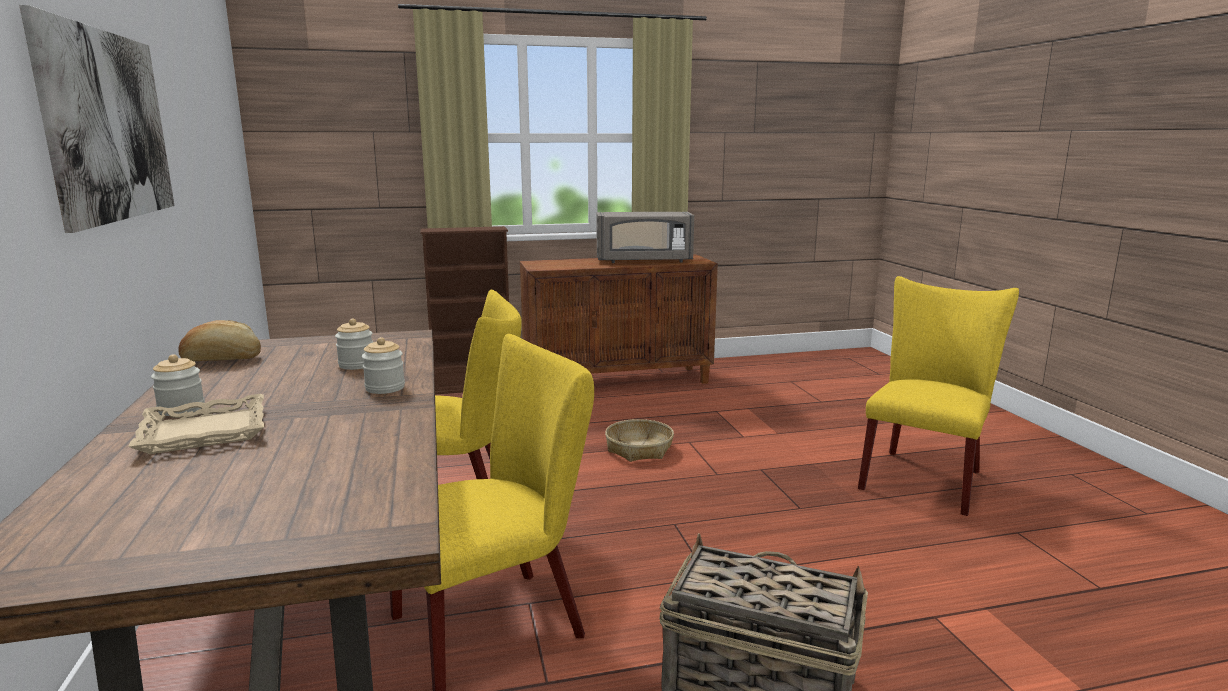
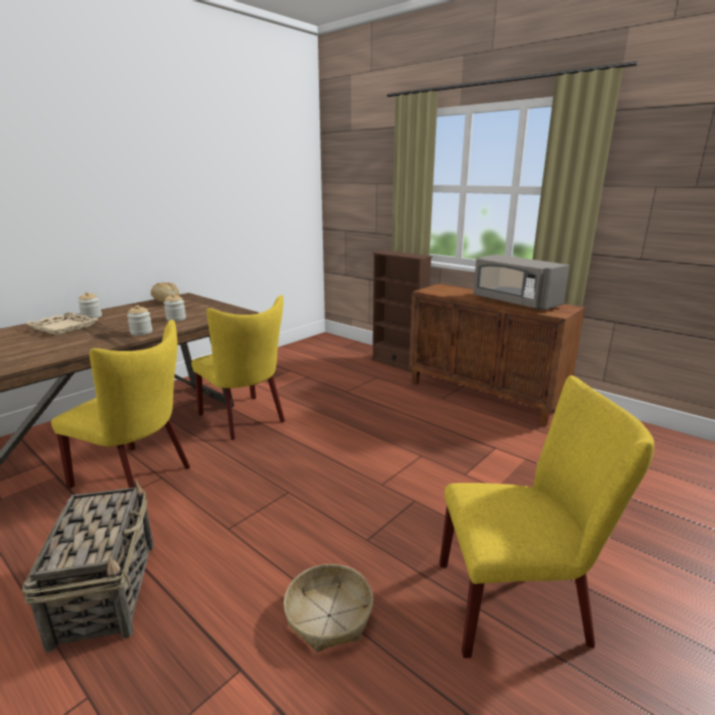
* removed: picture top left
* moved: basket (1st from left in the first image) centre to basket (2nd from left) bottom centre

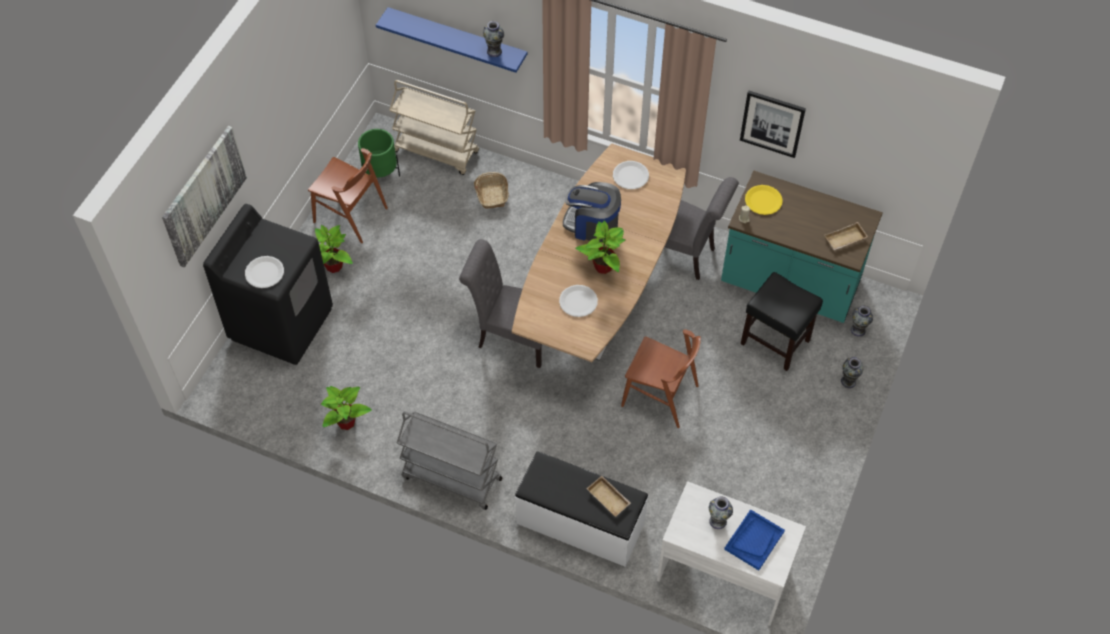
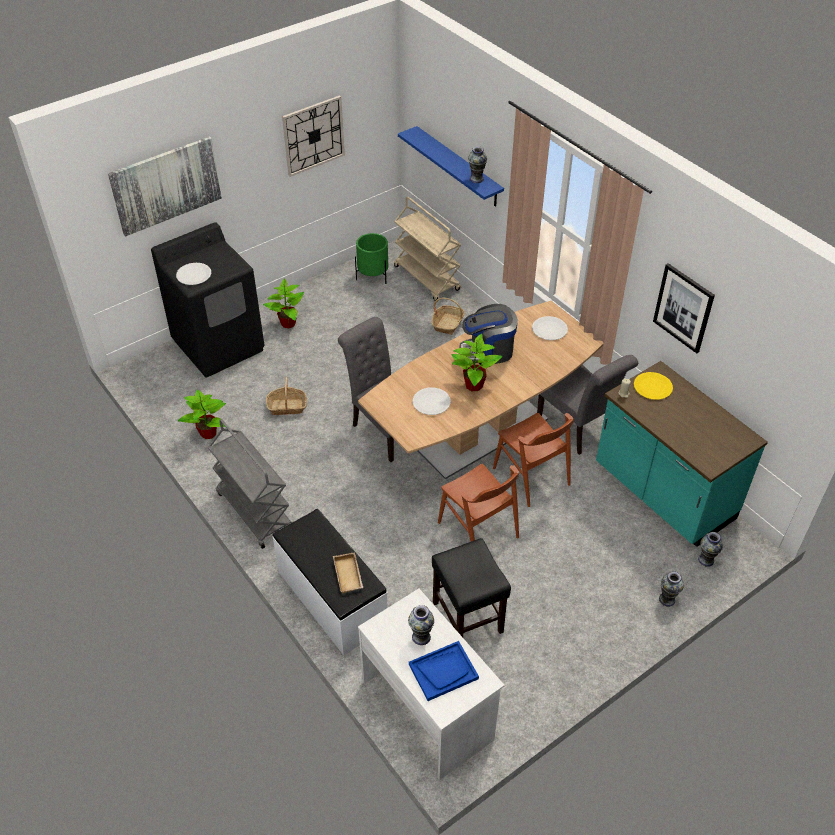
* removed: tray (beige) (2nd from left) middle right
* added: basket (1st from left) centre
* added: wall clock top centre
* moved: chair (brown) (1st from left in the first image) top left to chair (brown) (2nd from left) centre
* moved: stool (black) middle right to bottom centre
* turned: coffee machine centre = centre 60 degrees counterclockwise

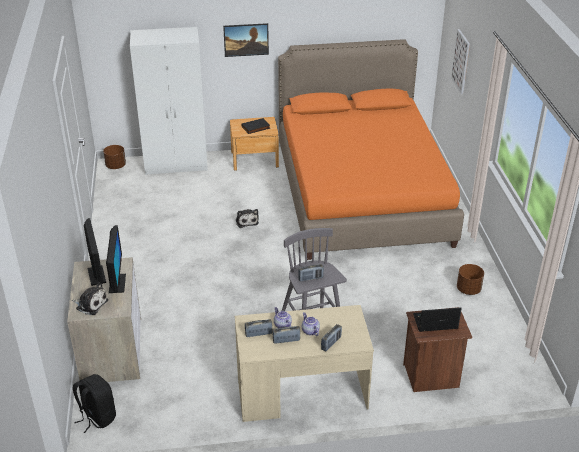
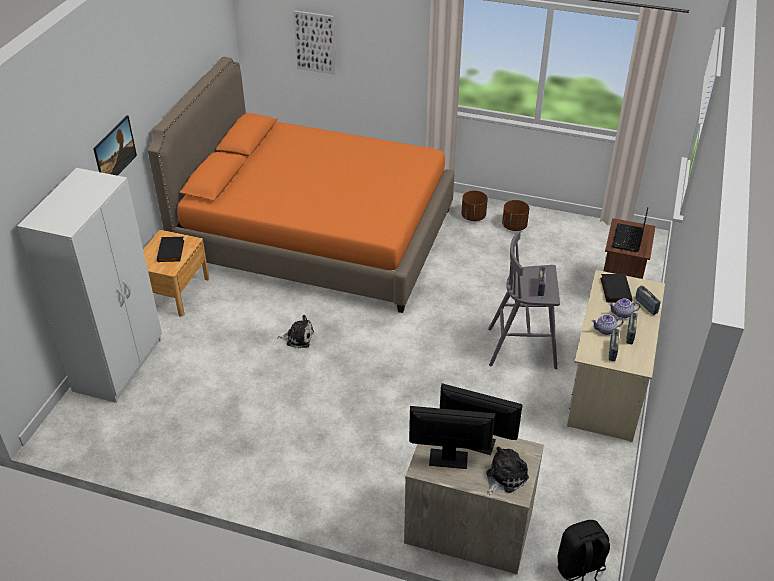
* added: book (black) (2nd from left) middle right
* moved: planter (brown) (1st from left) middle left to centre

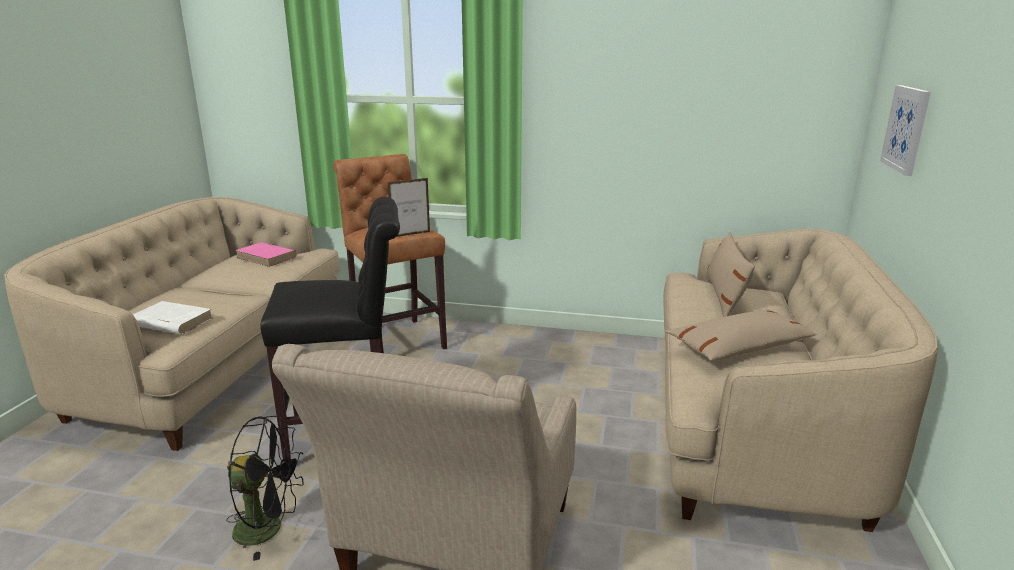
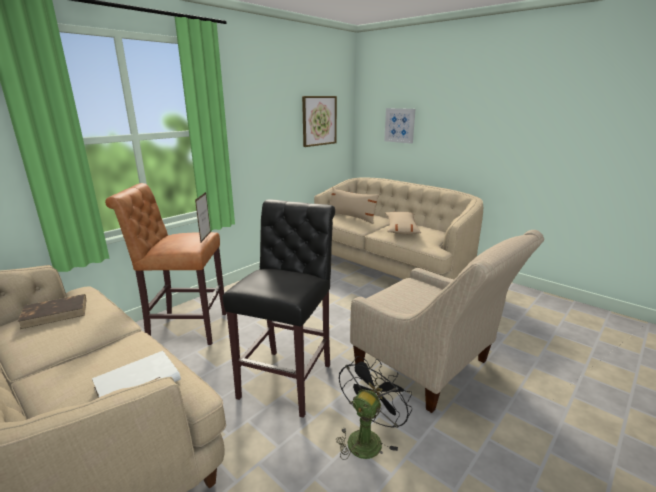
* added: picture (1st from left) top centre
* recoloured: book (pink) middle left to book (brown) middle left

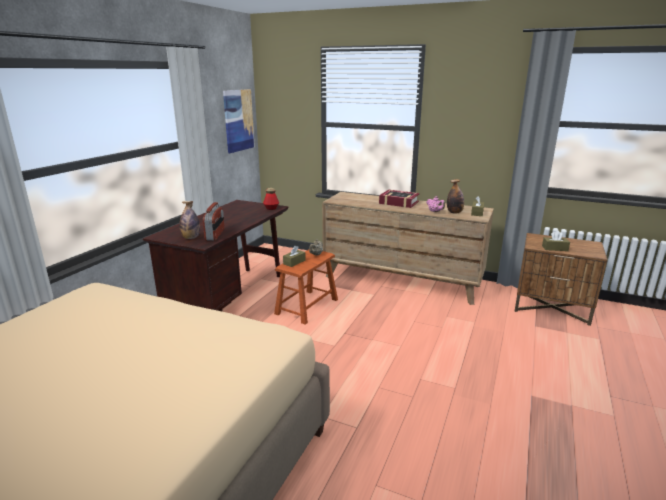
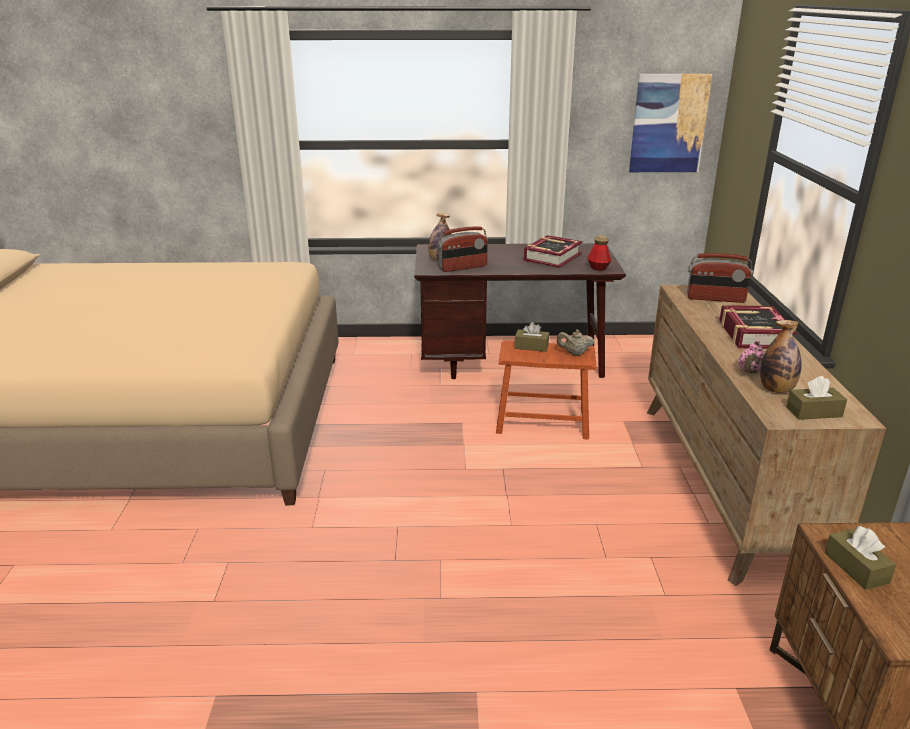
* added: book (1st from left) centre
* added: radio (2nd from left) middle right

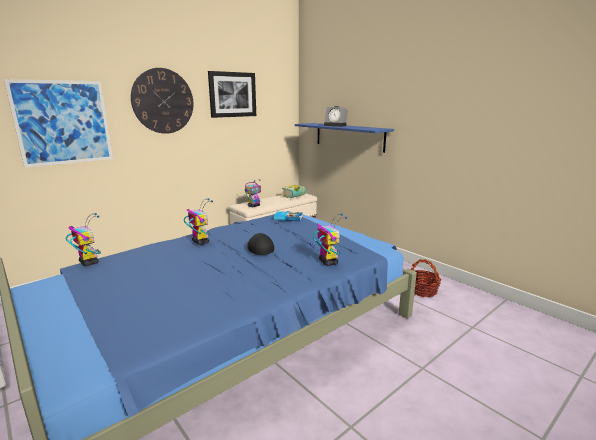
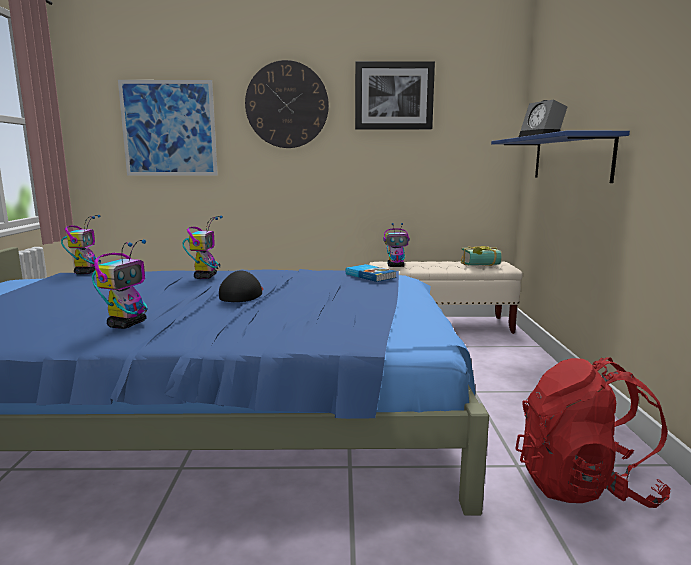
* moved: toy robot (4th from left in the first image) centre to toy robot (2nd from left) middle left
* replaced: basket middle right to backpack (red) bottom right

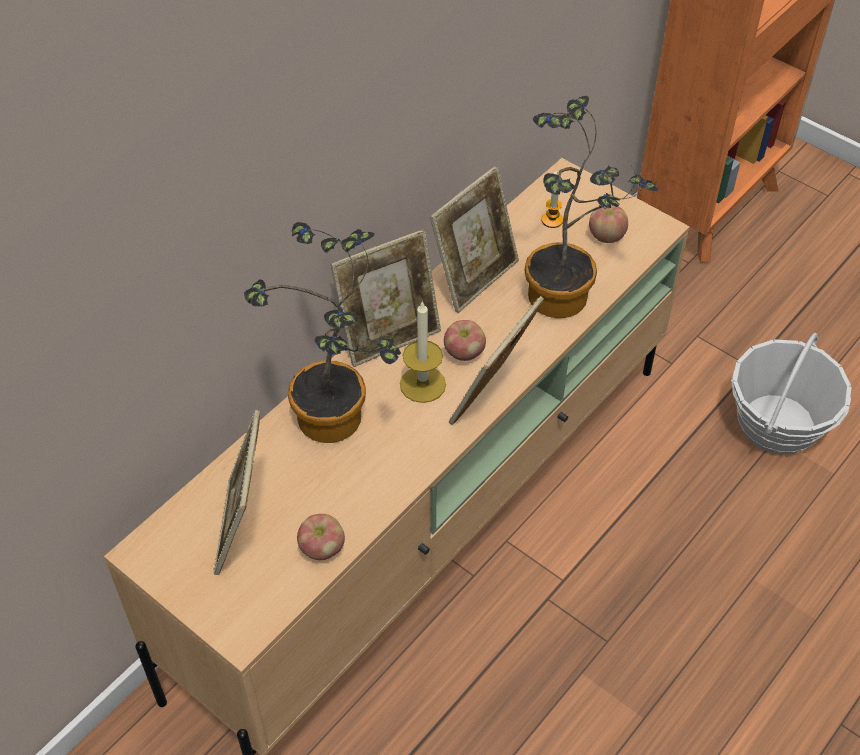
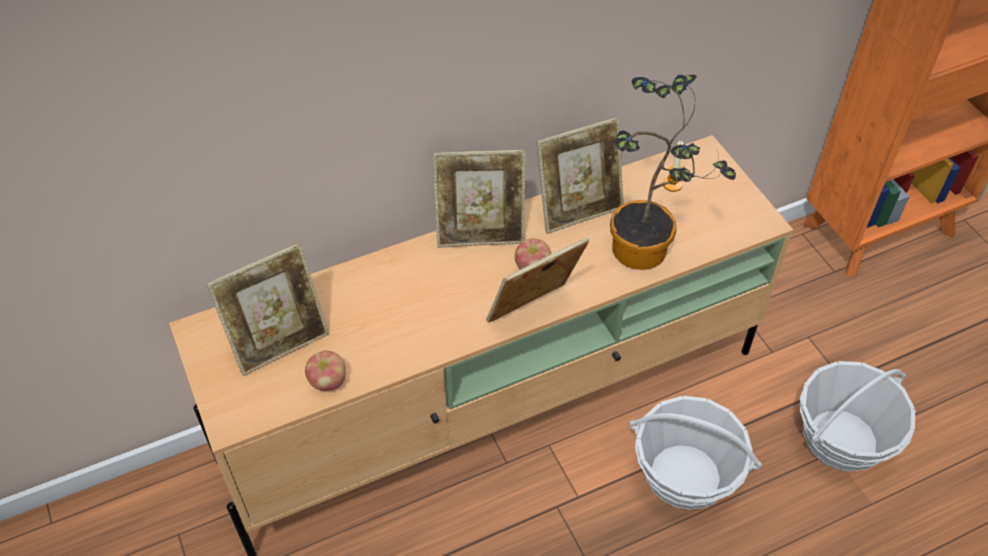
* removed: potted plant (1st from left) centre
* removed: candle (1st from left) centre
* removed: apple (3rd from left) top right
* added: basket (1st from left) bottom right
* turned: picture frame (1st from left) middle left = middle left 150 degrees counterclockwise

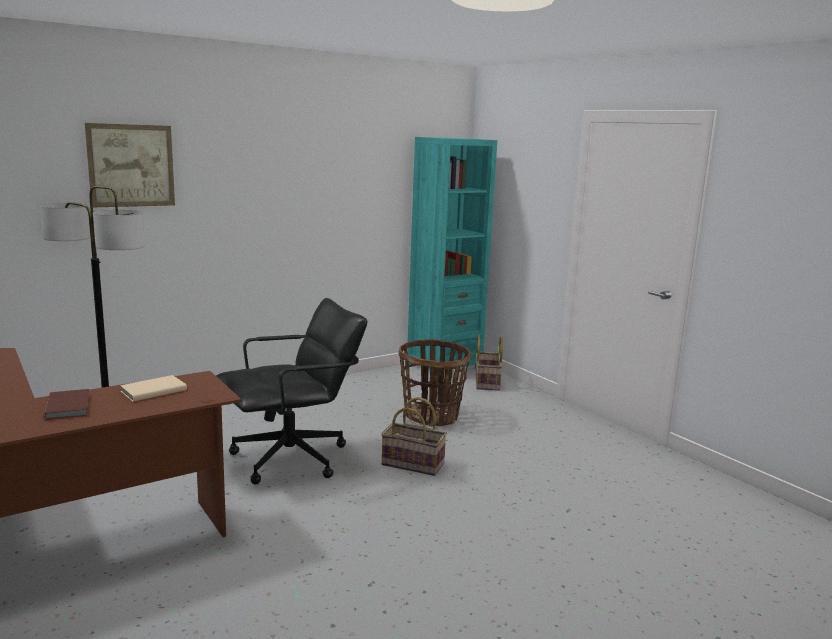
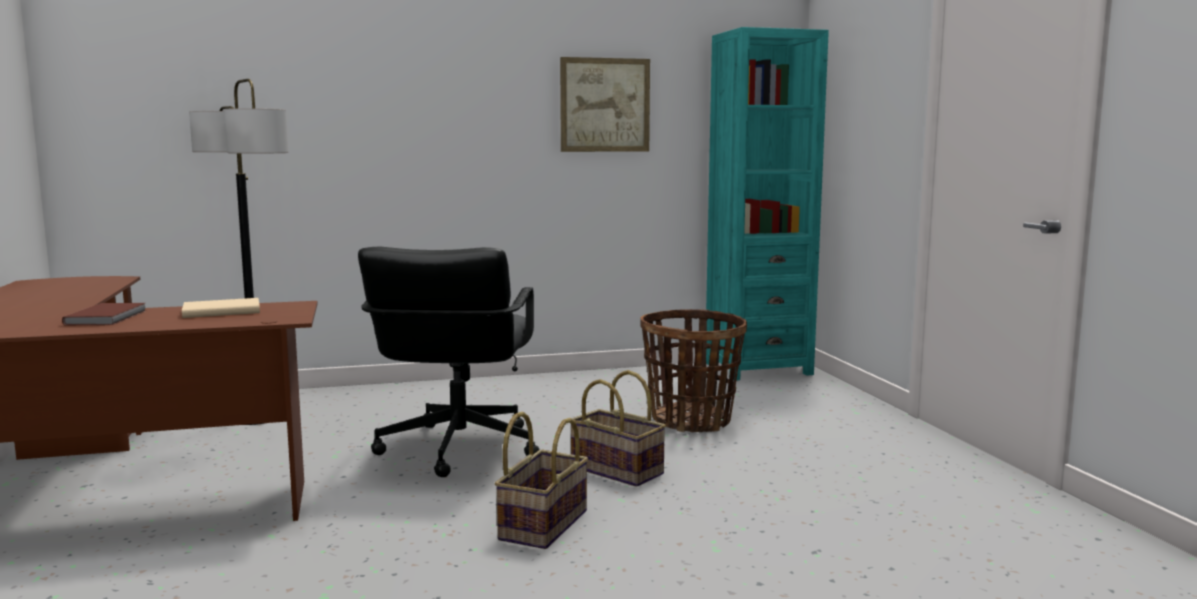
* moved: picture top left to top centre
* moved: basket (3rd from left in the first image) centre to basket (1st from left) bottom centre
* turned: office chair (black) centre = centre 105 degrees clockwise

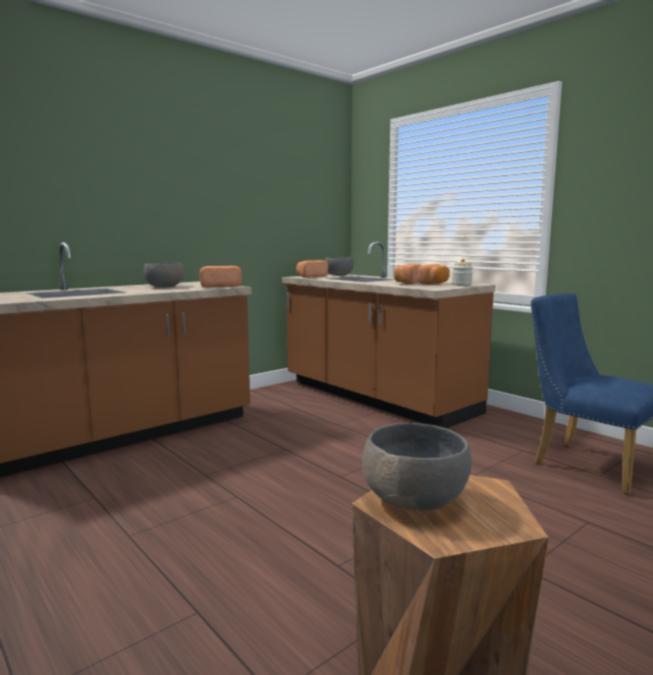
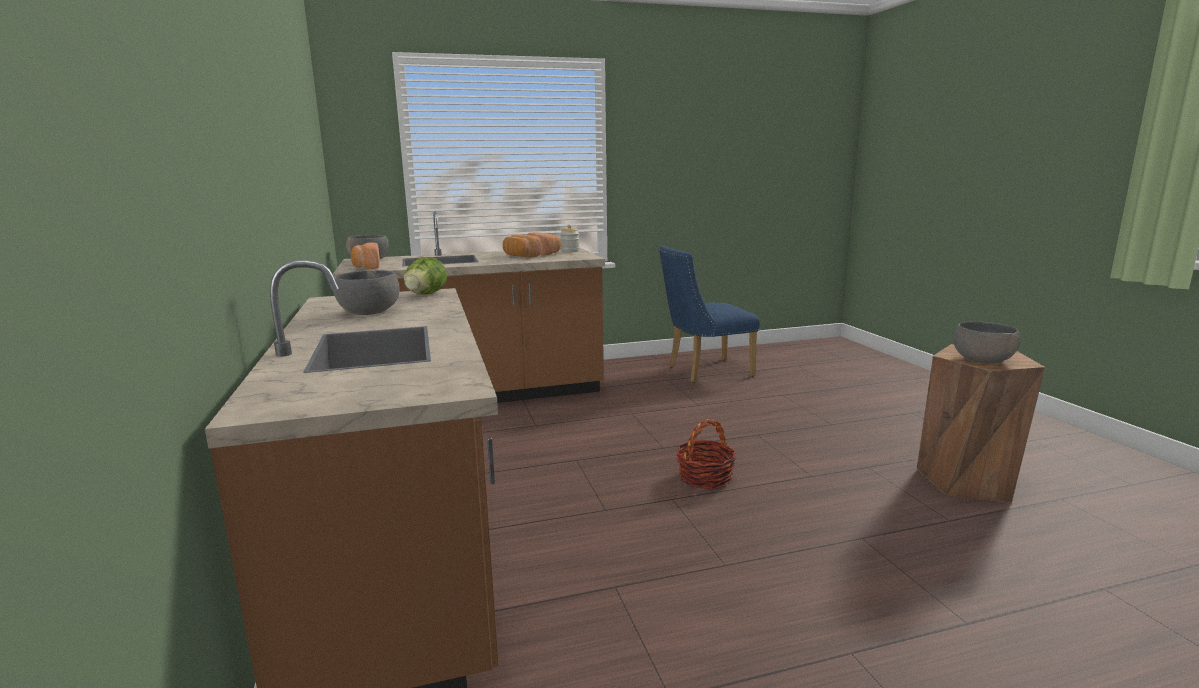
* added: basket centre
* replaced: bread (1st from left) centre to lettuce centre

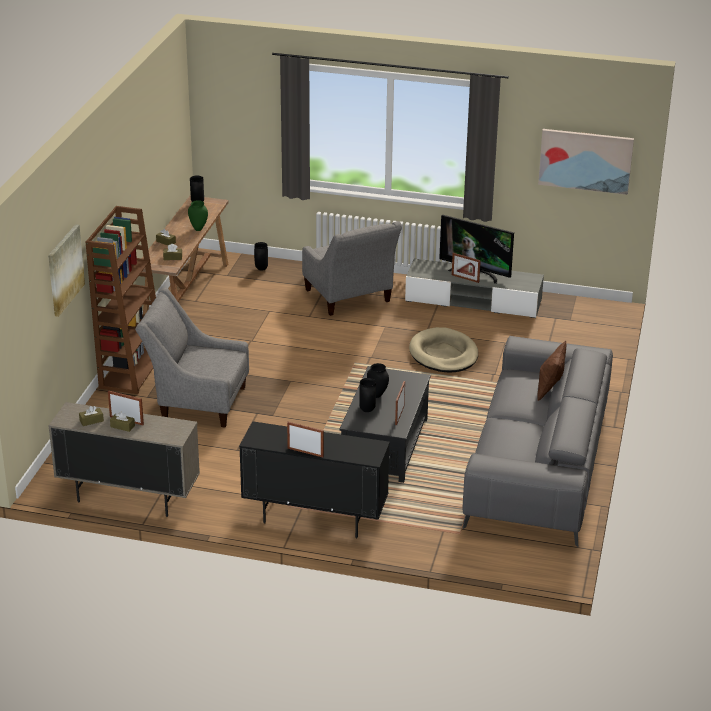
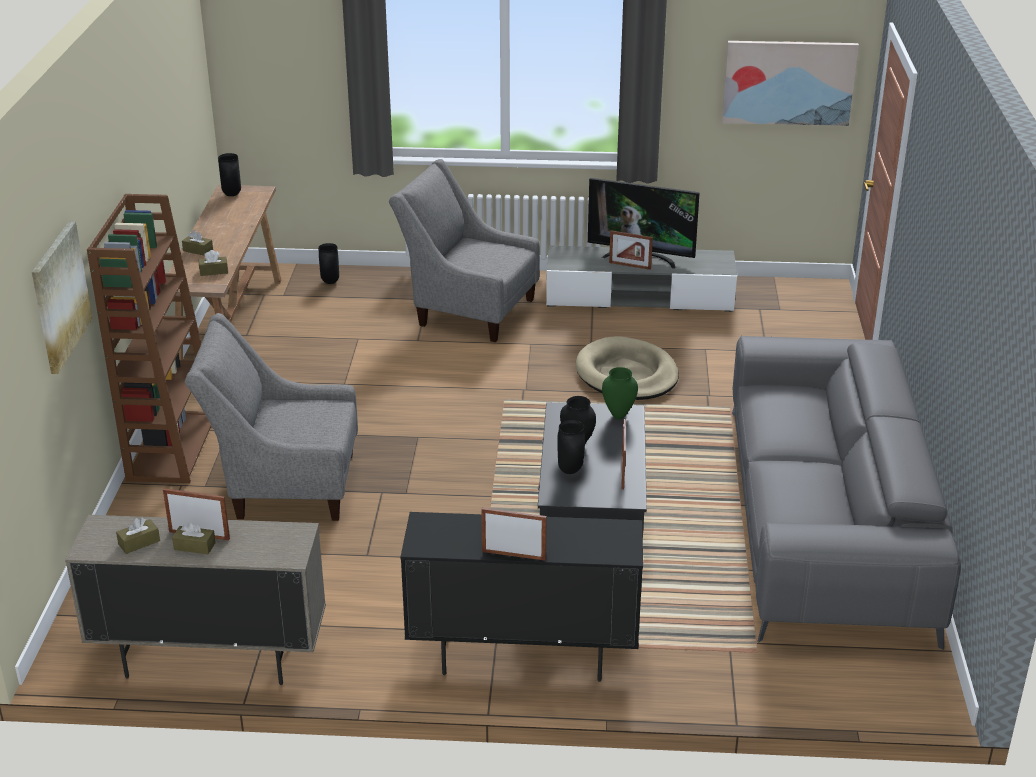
* removed: pillow (brown) middle right
* moved: vase (green) top left to centre
* turned: armchair (grey) (2nd from left) centre = top centre 150 degrees clockwise

